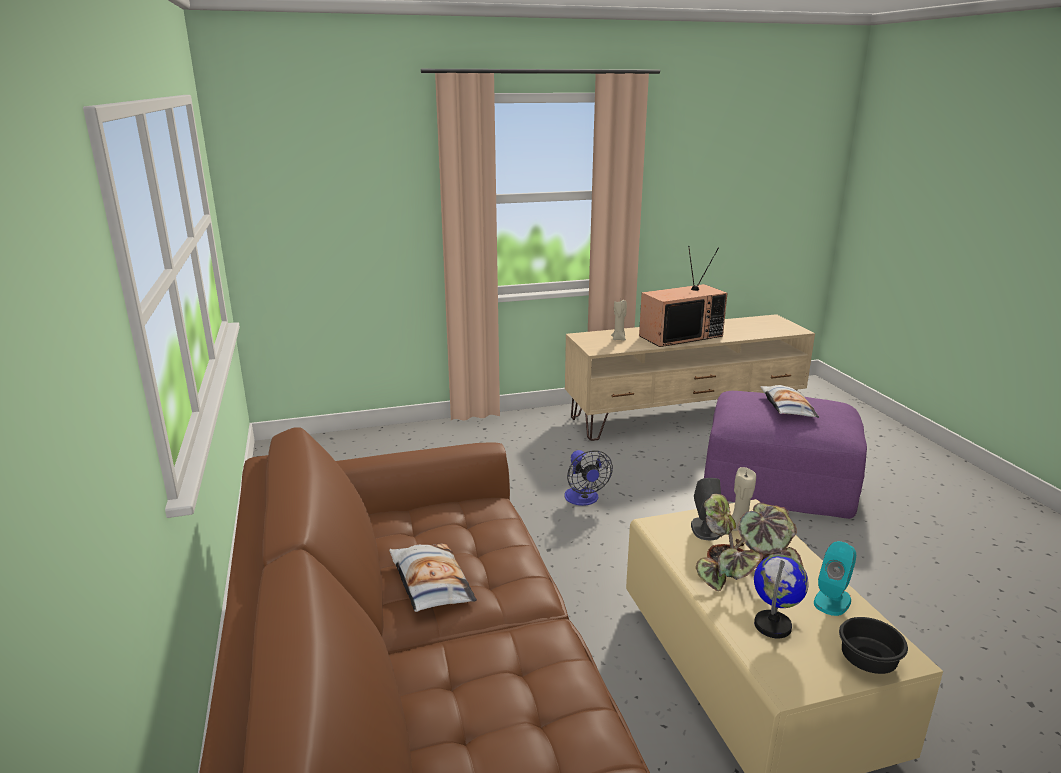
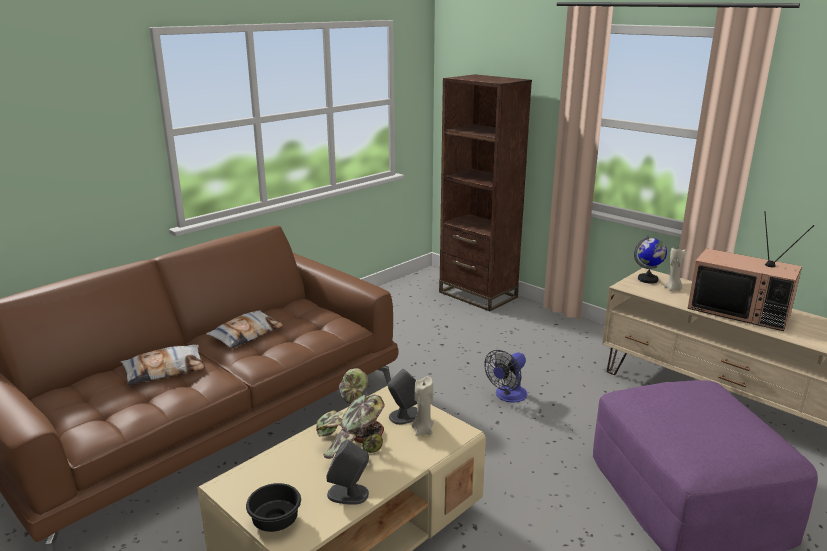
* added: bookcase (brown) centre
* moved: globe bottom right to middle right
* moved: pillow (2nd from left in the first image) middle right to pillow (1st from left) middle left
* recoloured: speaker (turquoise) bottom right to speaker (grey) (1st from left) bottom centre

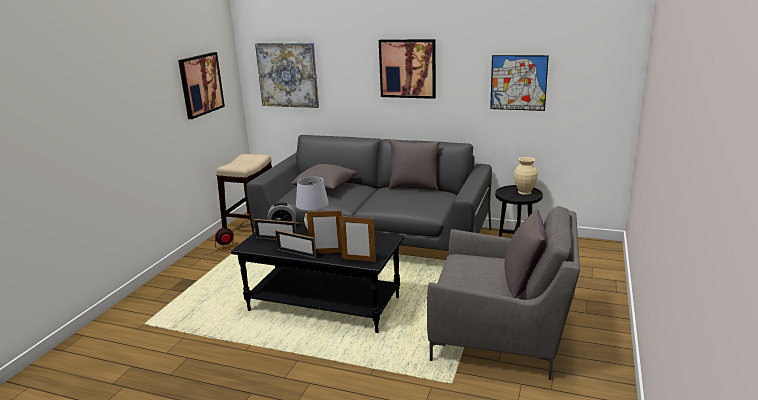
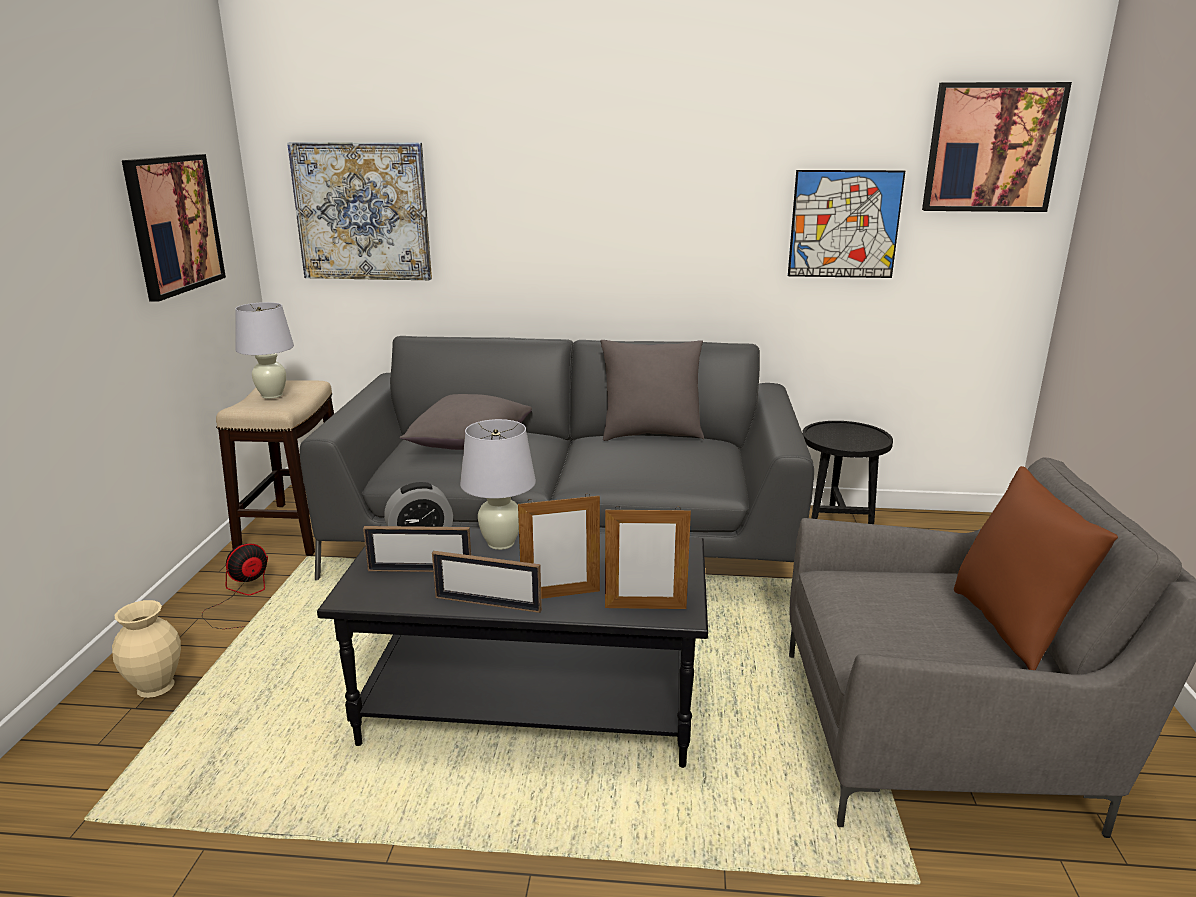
* added: table lamp (white) (1st from left) middle left
* moved: picture (3rd from left in the first image) top centre to picture (4th from left) top right
* moved: vase (beige) middle right to bottom left
* recoloured: pillow (grey) (3rd from left) middle right to pillow (brown) middle right

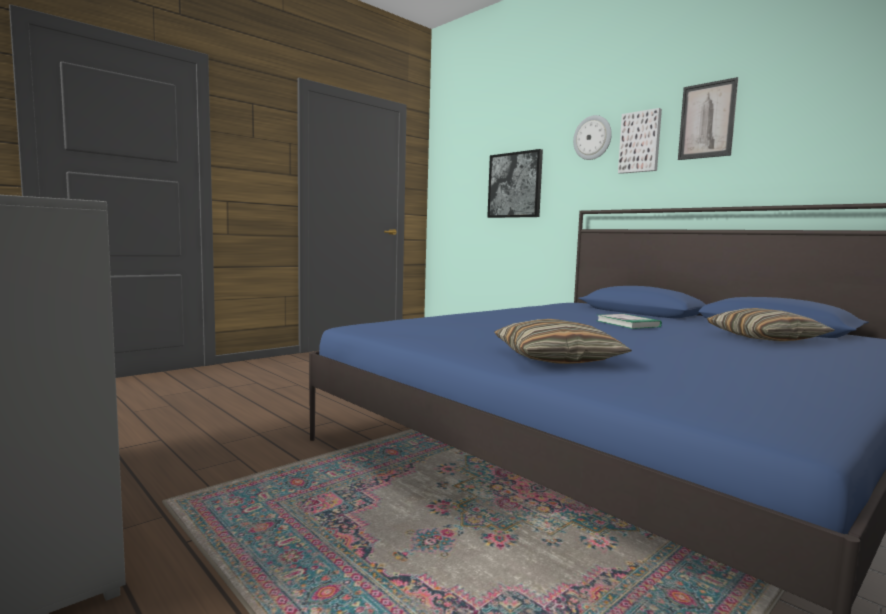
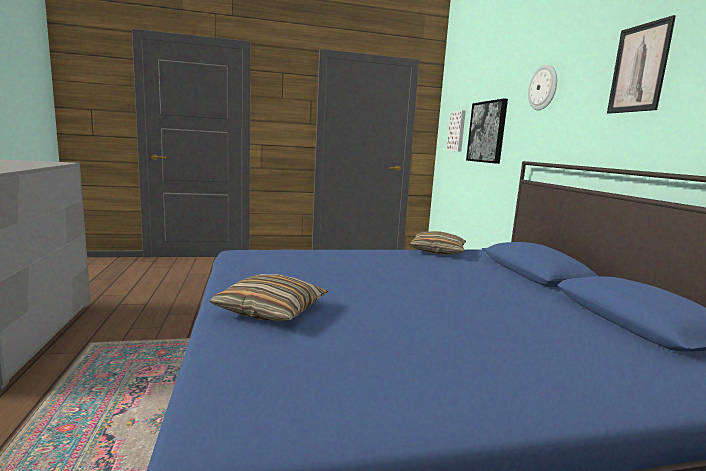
* removed: book middle right
* moved: picture (2nd from left in the first image) top right to picture (1st from left) top centre
* moved: pillow (2nd from left) middle right to centre

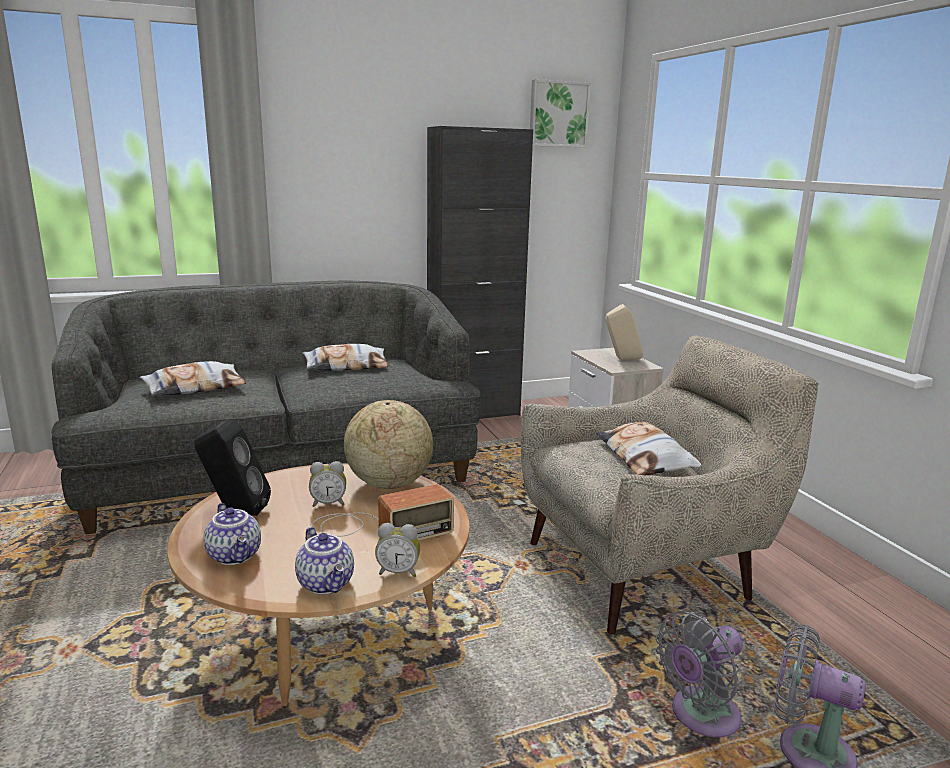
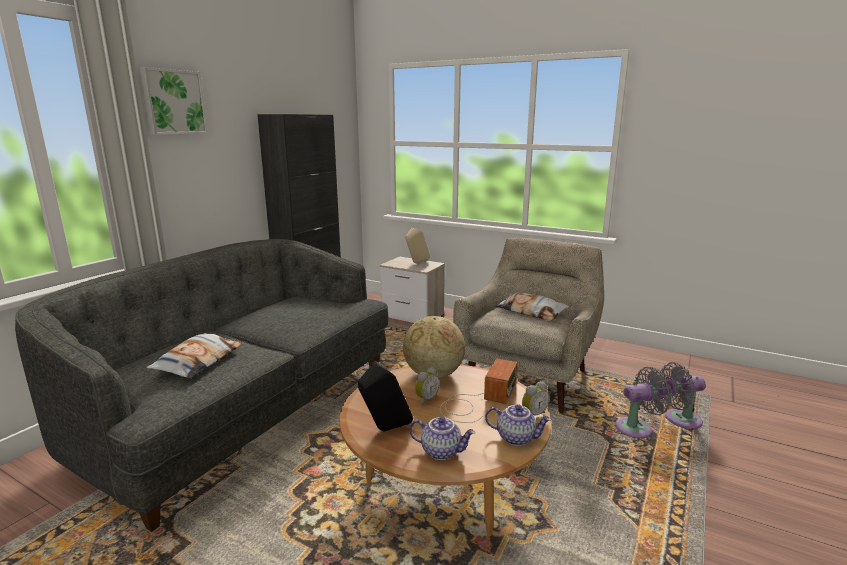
* removed: pillow (2nd from left) centre
* moved: picture top centre to top left
* turned: fan (grey) (1st from left) bottom right = bottom right 120 degrees counterclockwise

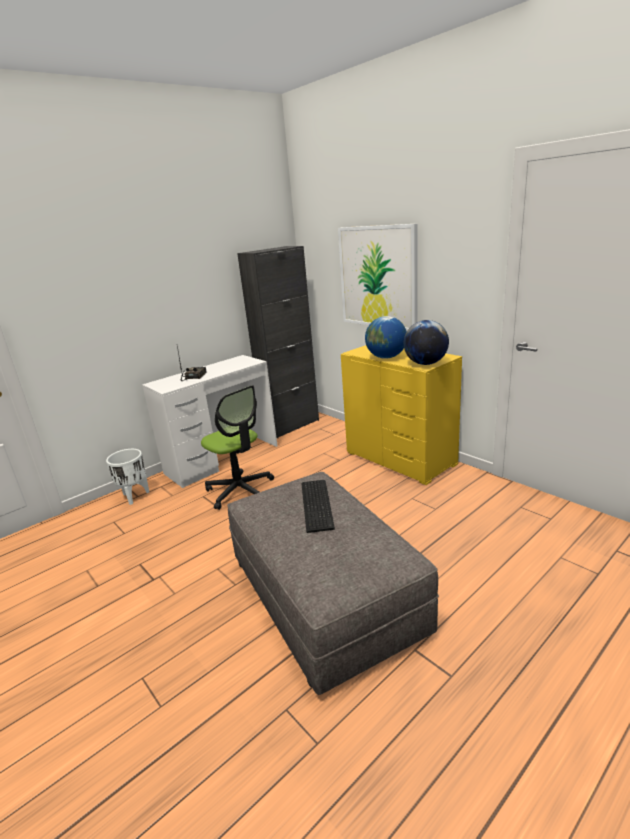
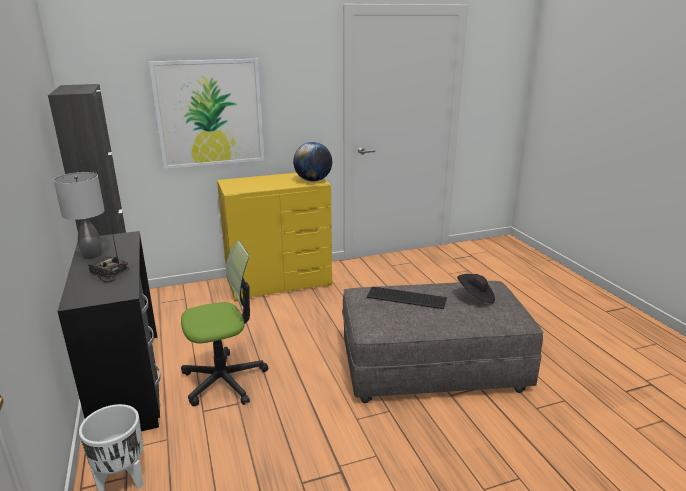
* removed: globe (1st from left) centre
* added: table lamp (grey) middle left
* added: hat (black) middle right
* recoloured: desk (white) centre to desk (black) bottom left

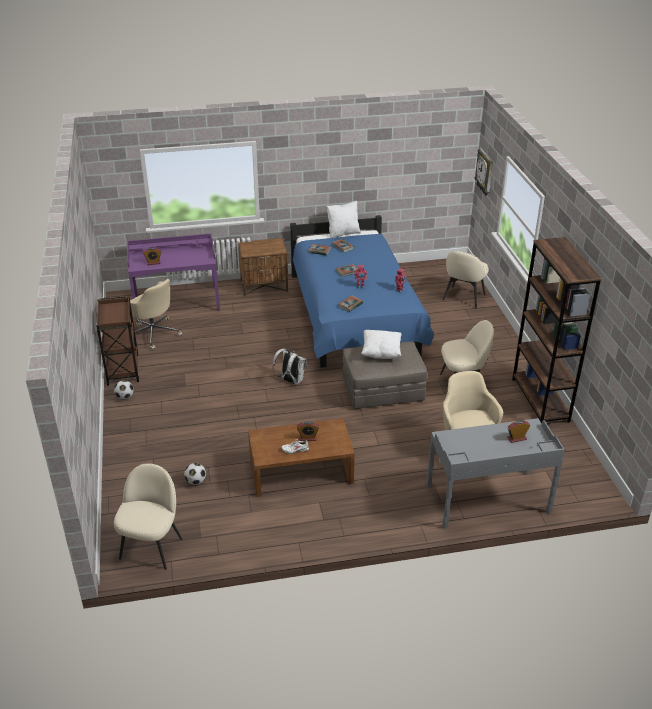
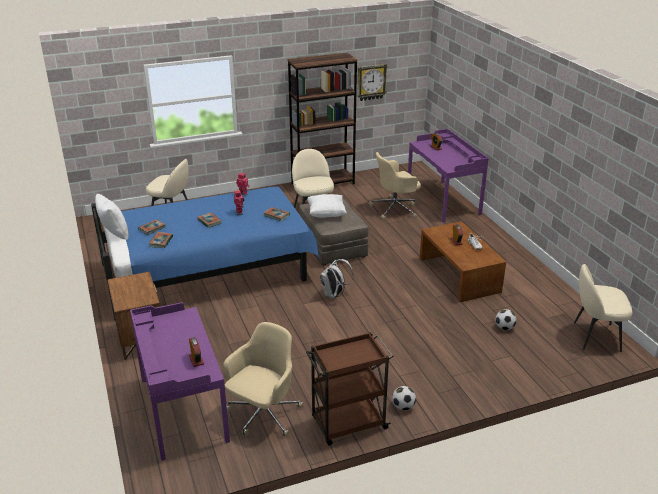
* moved: wall clock top right to top centre
* recoloured: desk (grey) bottom right to desk (purple) (2nd from left) middle right

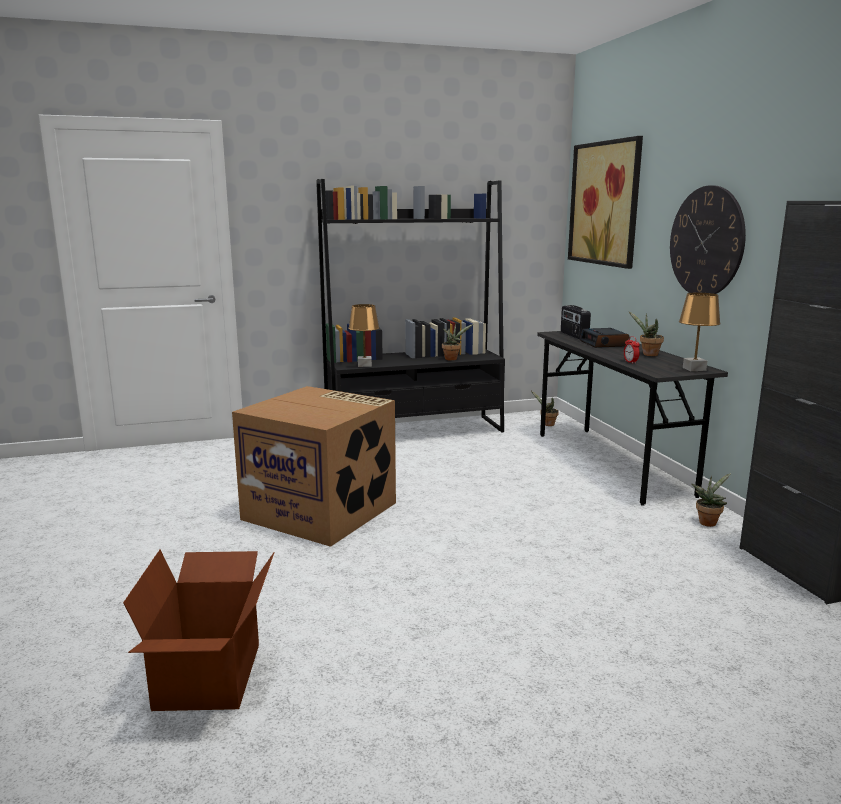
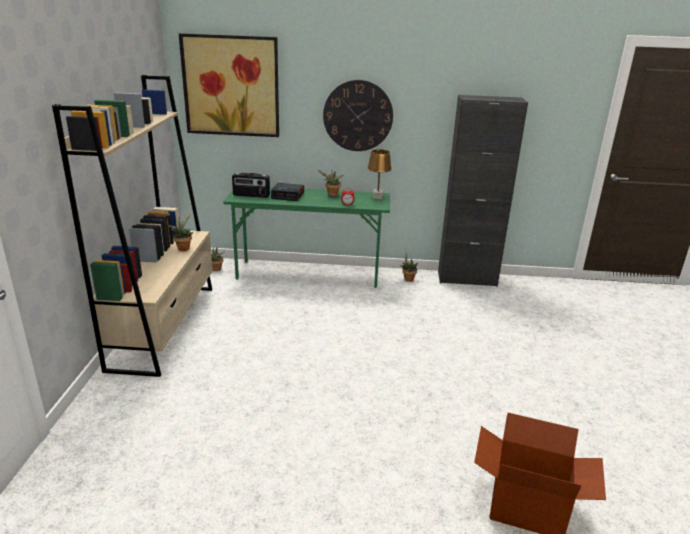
* removed: cardboard box (2nd from left) centre
* removed: table lamp (brown) (1st from left) centre
* recoloured: bookcase (black) centre to bookcase (beige) middle left
* recoloured: desk (grey) middle right to desk (green) centre

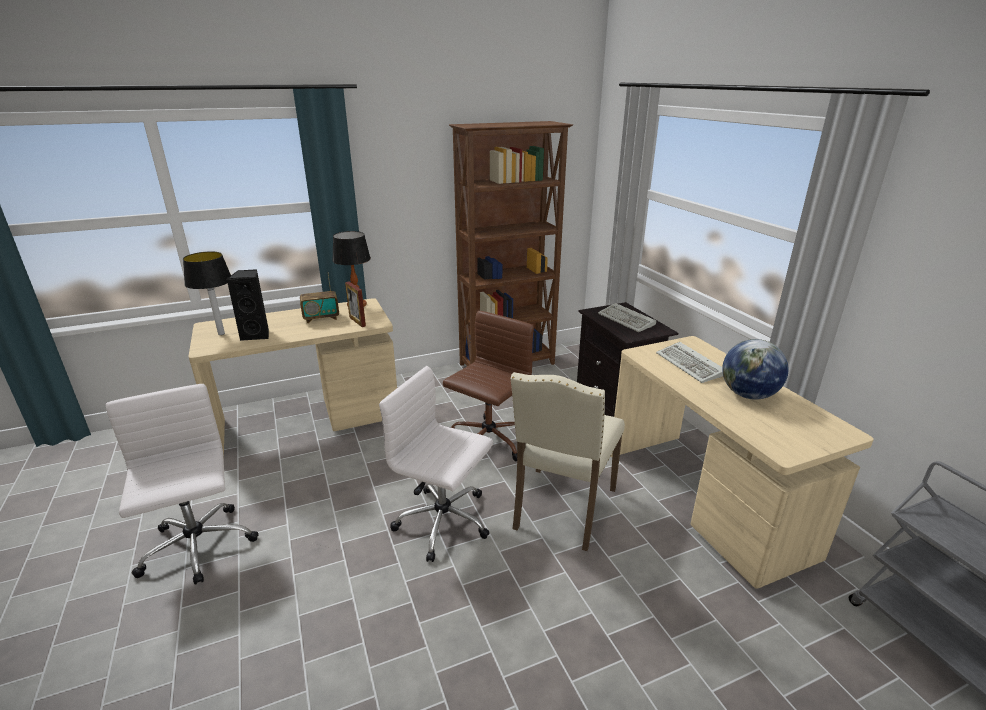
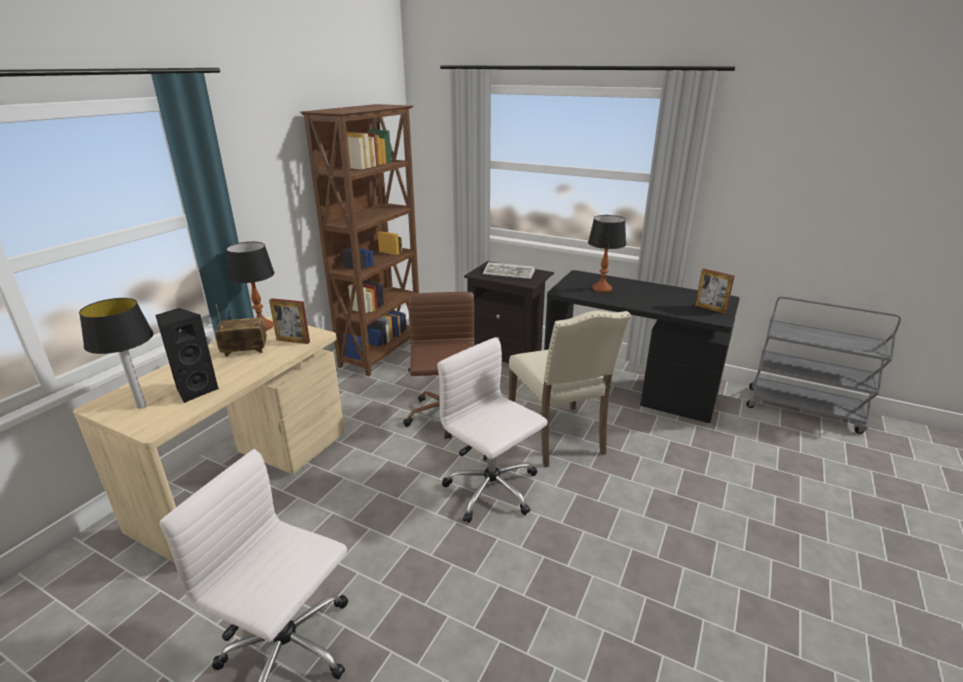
* removed: globe middle right
* added: picture frame (2nd from left) middle right
* replaced: keyboard (2nd from left) middle right to table lamp (3rd from left) centre
* recoloured: desk (beige) (2nd from left) middle right to desk (black) middle right
* turned: radio middle left = middle left 135 degrees counterclockwise
* turned: office chair (white) (2nd from left) centre = centre 60 degrees clockwise

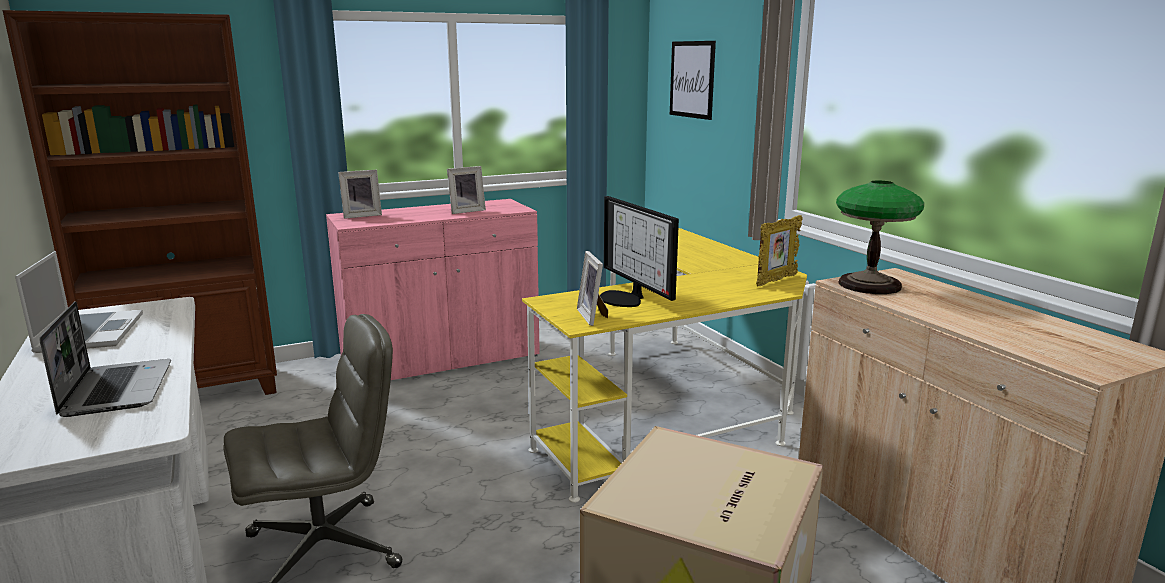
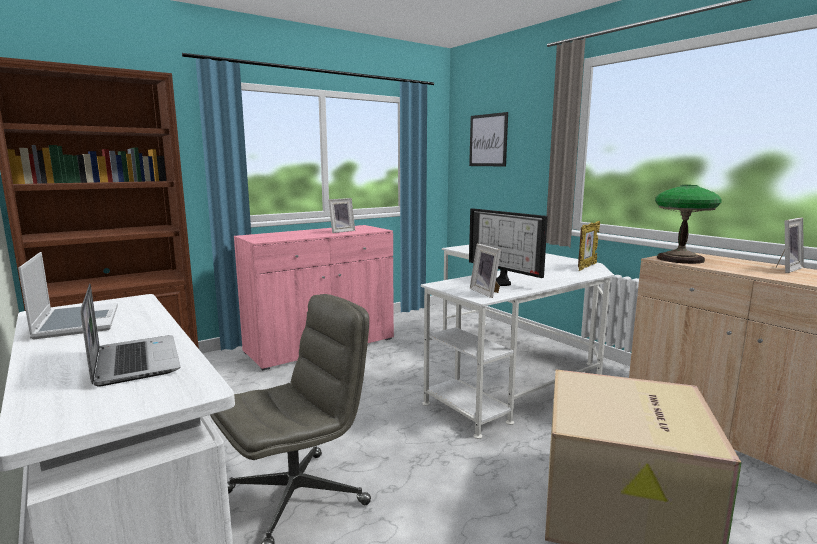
* moved: picture frame (1st from left in the first image) top left to picture frame (4th from left) middle right
* recoloured: desk (yellow) centre to desk (white) (2nd from left) centre

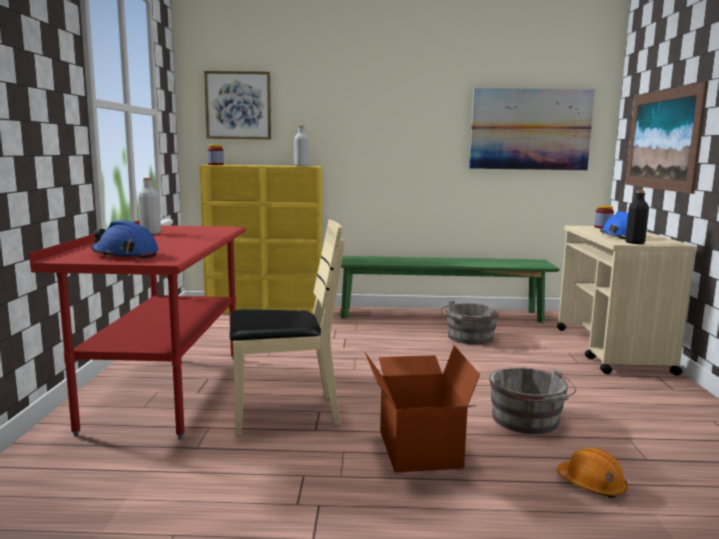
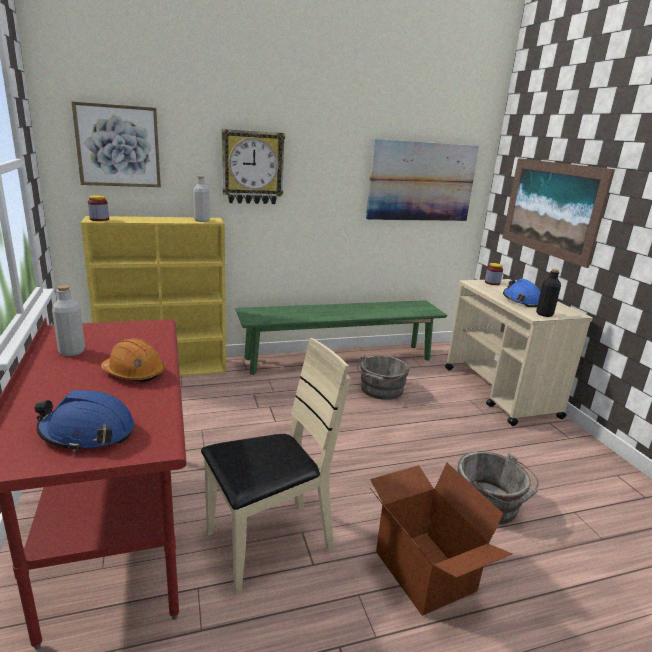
* added: wall clock top centre
* moved: hard hat (orange) bottom right to middle left

